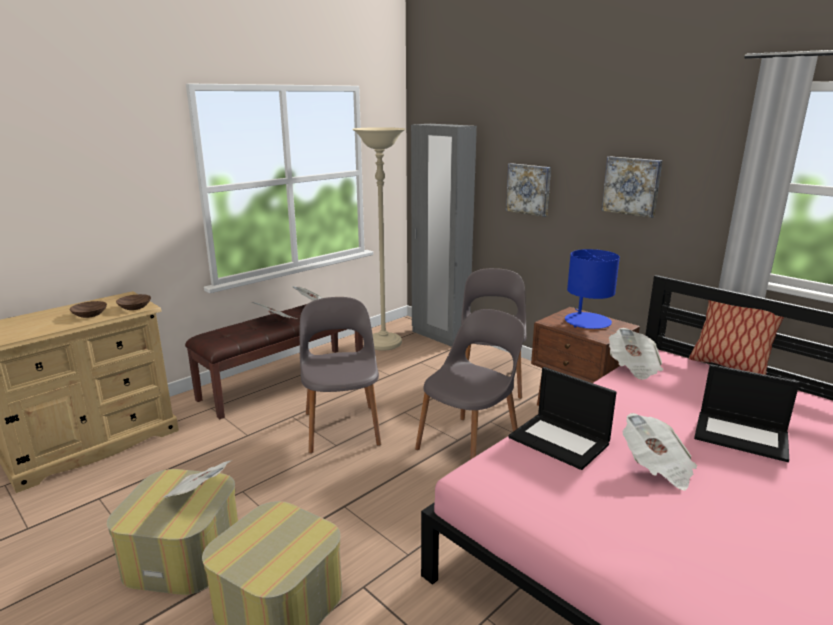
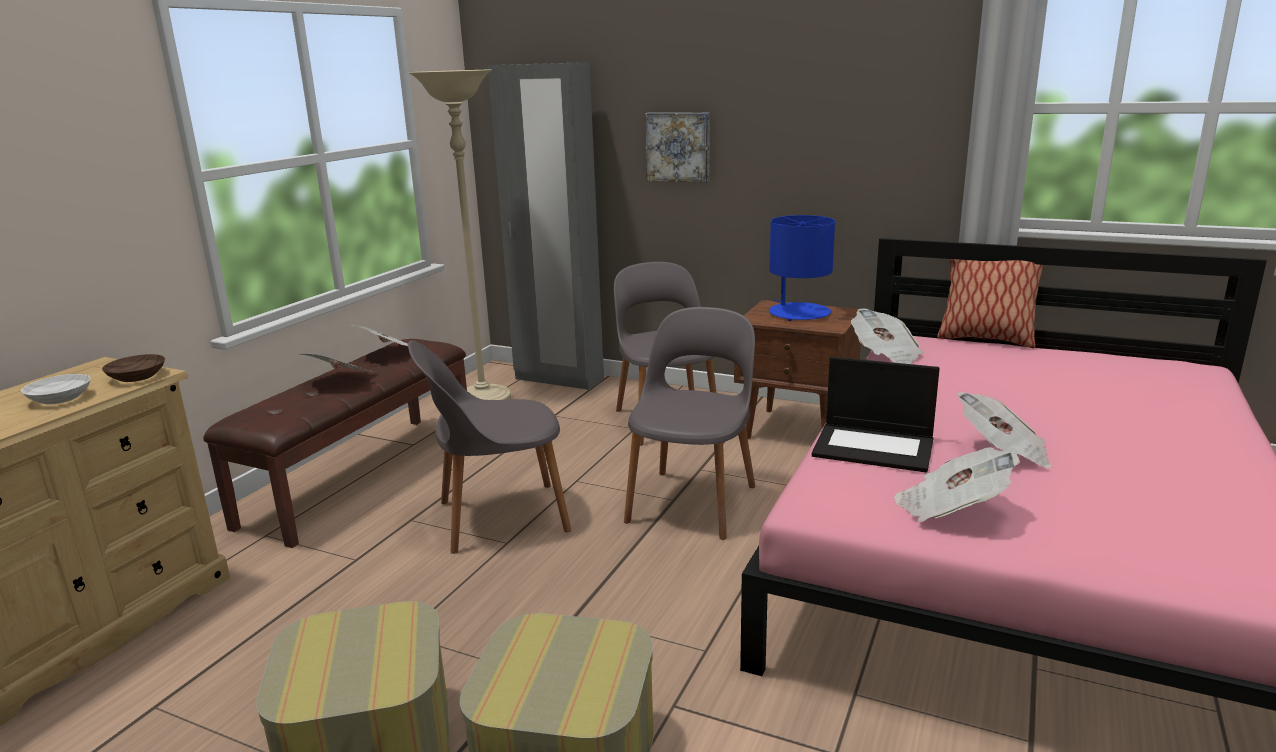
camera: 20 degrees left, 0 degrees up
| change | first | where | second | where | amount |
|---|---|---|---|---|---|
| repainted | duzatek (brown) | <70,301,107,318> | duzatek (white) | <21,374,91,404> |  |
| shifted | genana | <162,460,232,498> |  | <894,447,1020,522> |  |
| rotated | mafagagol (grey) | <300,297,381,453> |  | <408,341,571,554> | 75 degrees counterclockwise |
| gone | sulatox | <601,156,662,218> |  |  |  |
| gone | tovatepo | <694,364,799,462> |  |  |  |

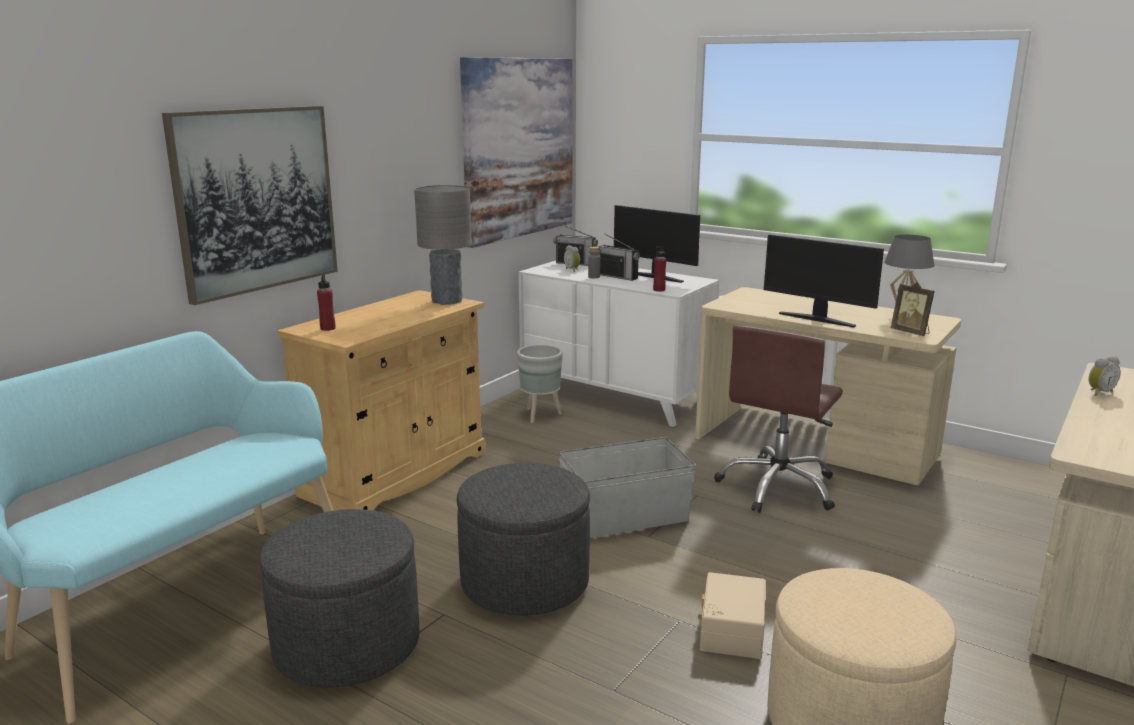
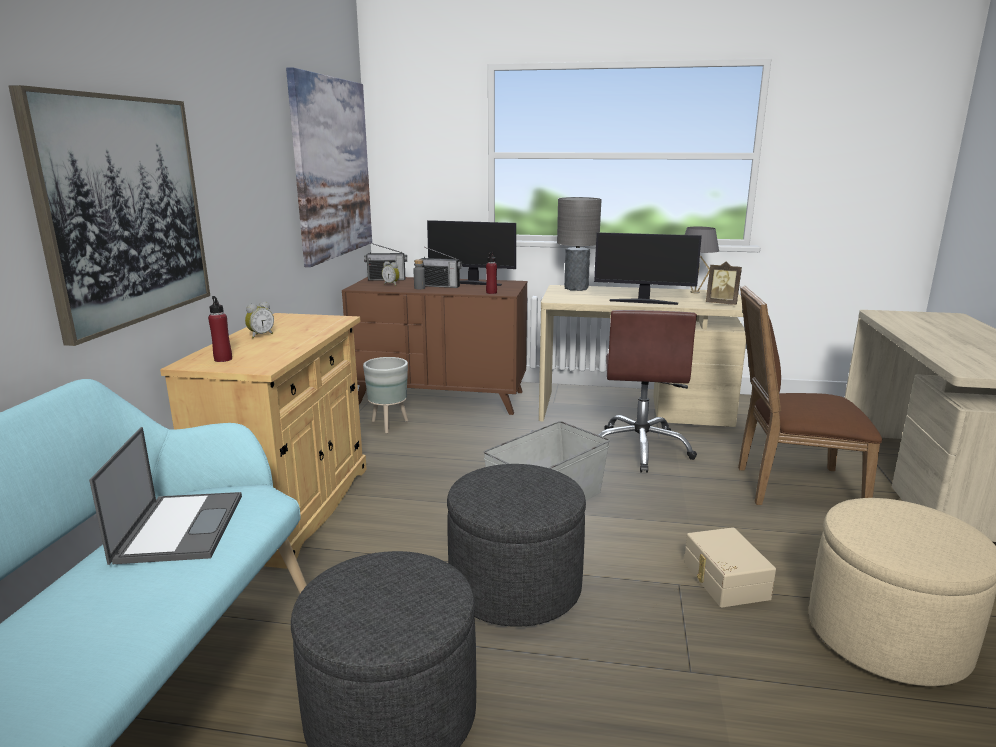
camera: 25 degrees left, 0 degrees up
| change | first | where | second | where | amount |
|---|---|---|---|---|---|
| shifted | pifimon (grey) | <414,185,471,305> |  | <557,197,602,291> |  |
| repainted | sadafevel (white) | <518,261,720,427> | sadafevel (brown) | <342,277,527,415> |  |
| shifted | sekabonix | <1089,356,1121,396> |  | <245,301,274,338> |  |
| new |  |  | tovatepo | <89,427,242,565> |  |
| new |  |  | mafagagol (brown) | <738,285,882,505> |  |

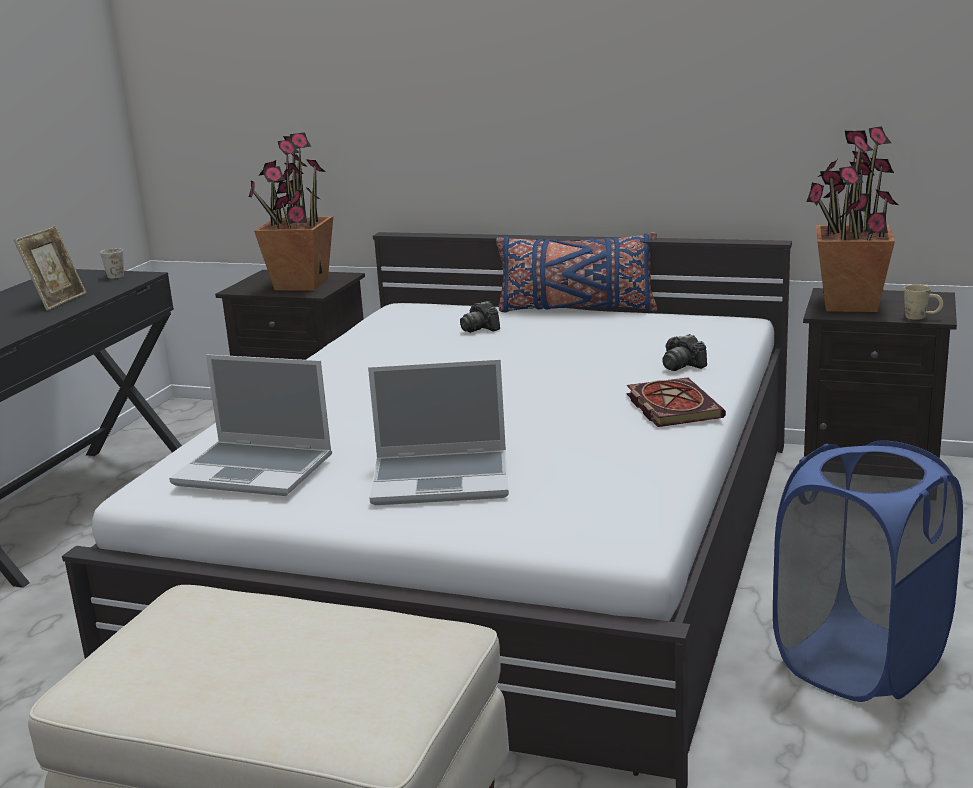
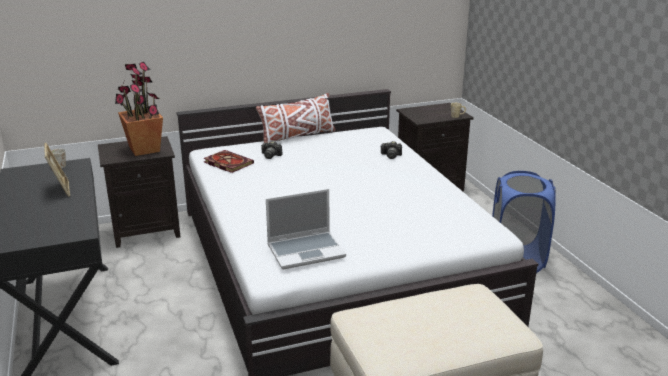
camera: 40 degrees left, 5 degrees up
| change | first | where | second | where | amount |
|---|---|---|---|---|---|
| gone | tovatepo | <368,359,509,505> |  |  |  |
| repainted | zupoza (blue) | <496,232,657,313> | zupoza (white) | <256,93,336,143> |  |
| shifted | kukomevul | <626,377,726,427> |  | <203,150,254,173> |  |
| gone | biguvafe | <806,126,898,312> |  |  |  |

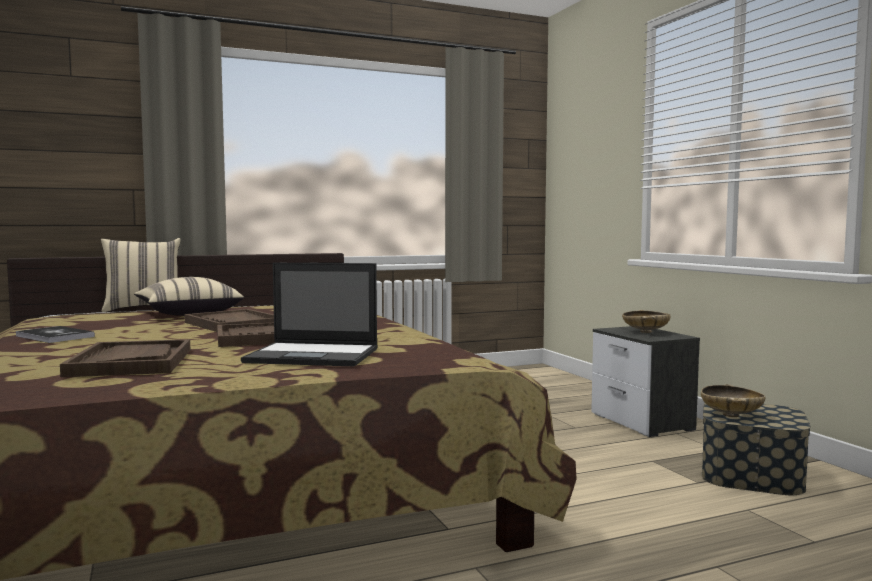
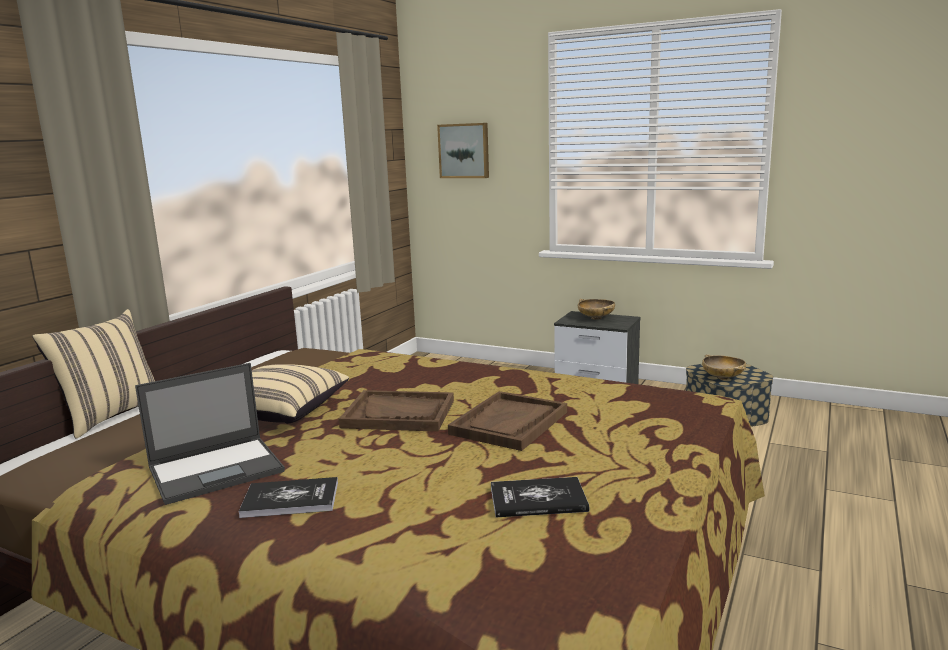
camera: 40 degrees left, 10 degrees up
| change | first | where | second | where | amount |
|---|---|---|---|---|---|
| swapped | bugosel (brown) | <60,339,190,377> | kukomevul | <491,477,589,517> |  |
| shifted | tovatepo | <241,263,378,366> |  | <135,363,285,505> |  |
| new |  |  | sulatox | <437,123,489,178> |  |

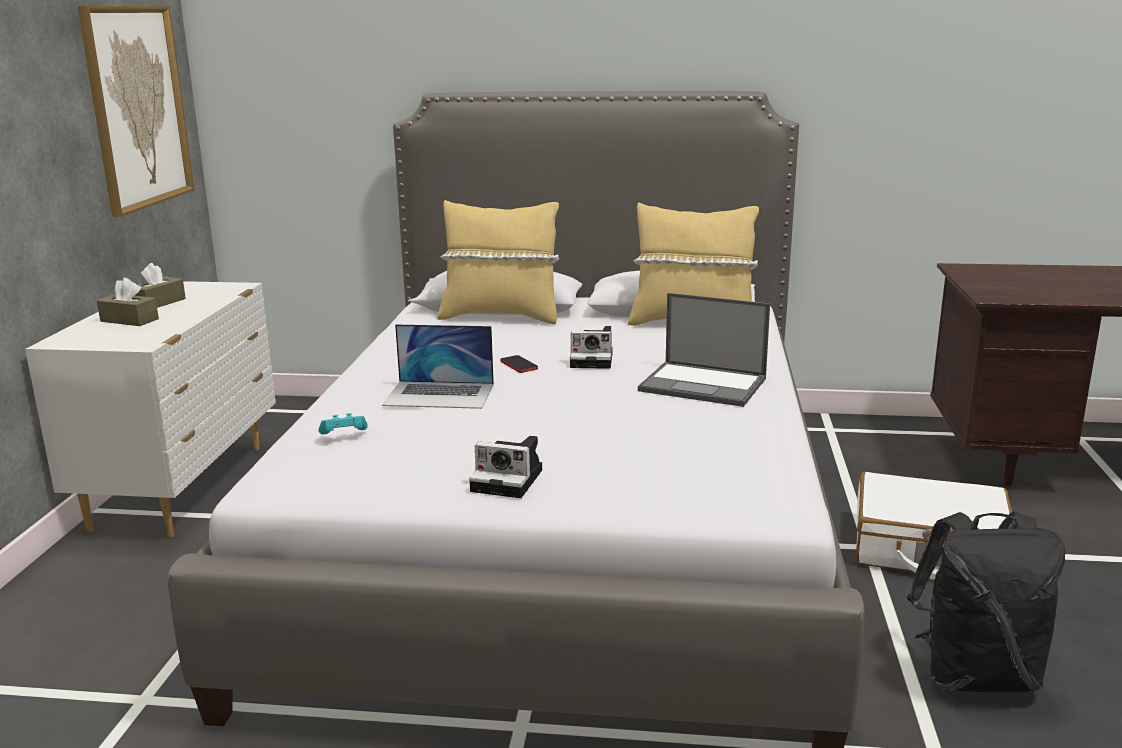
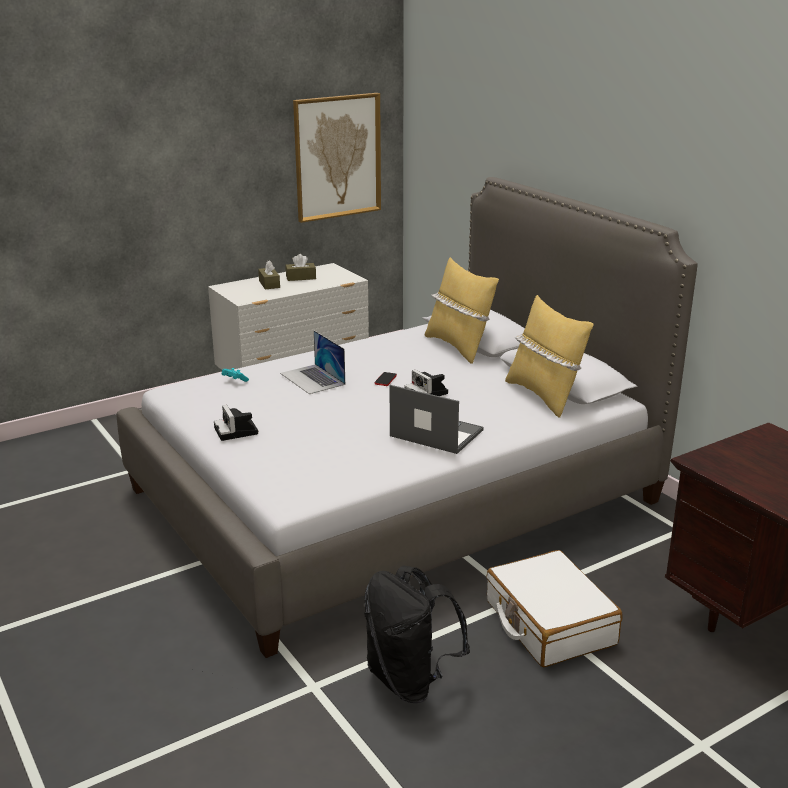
camera: 50 degrees right, 5 degrees up
| change | first | where | second | where | amount |
|---|---|---|---|---|---|
| rotated | tovatepo | <638,293,770,407> |  | <390,385,484,454> | 135 degrees clockwise |

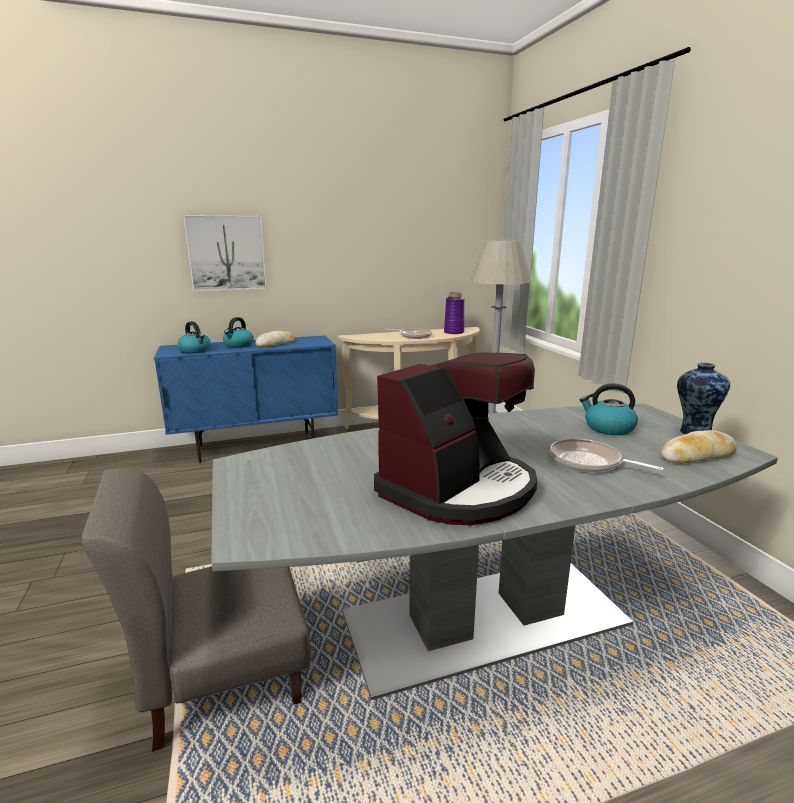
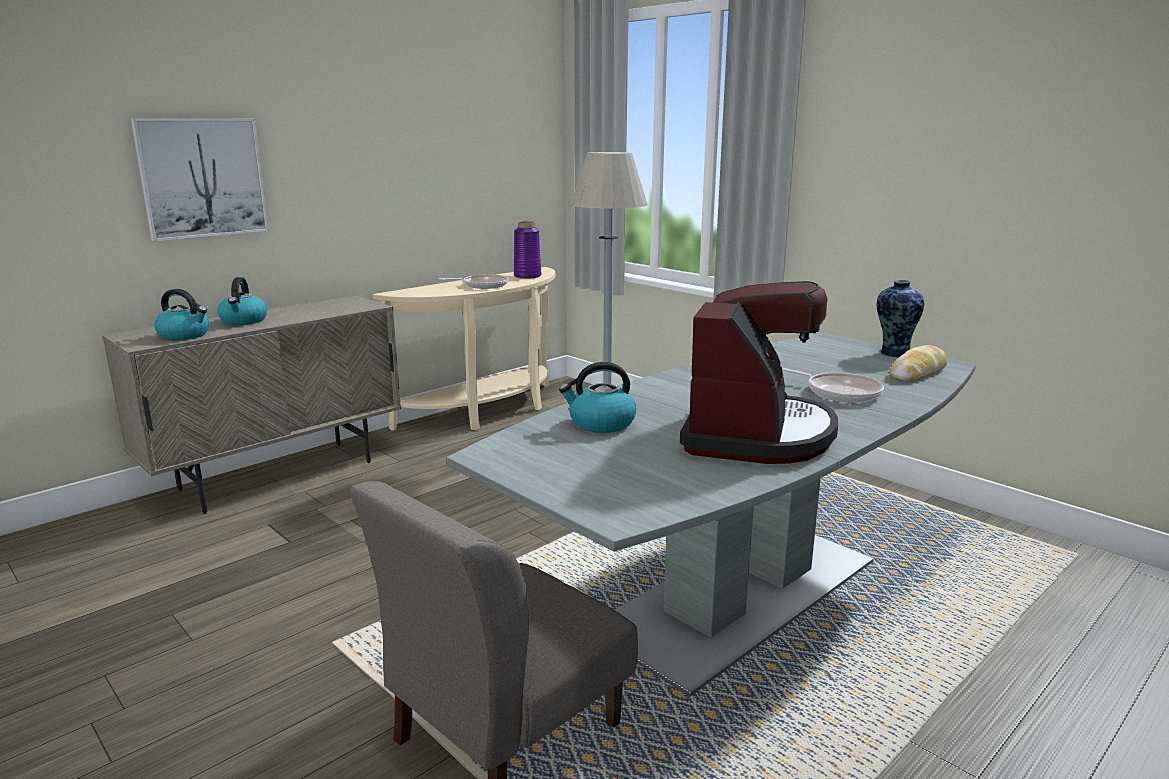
camera: 25 degrees left, 0 degrees up
| change | first | where | second | where | amount |
|---|---|---|---|---|---|
| repainted | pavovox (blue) | <154,335,338,463> | pavovox (beige) | <102,295,401,514> |  |
| gone | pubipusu | <255,330,295,347> |  |  |  |
| rotated | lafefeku | <550,438,664,473> |  | <782,367,884,403> | 150 degrees counterclockwise |
| shifted | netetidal | <580,383,638,435> |  | <559,362,636,433> |  |

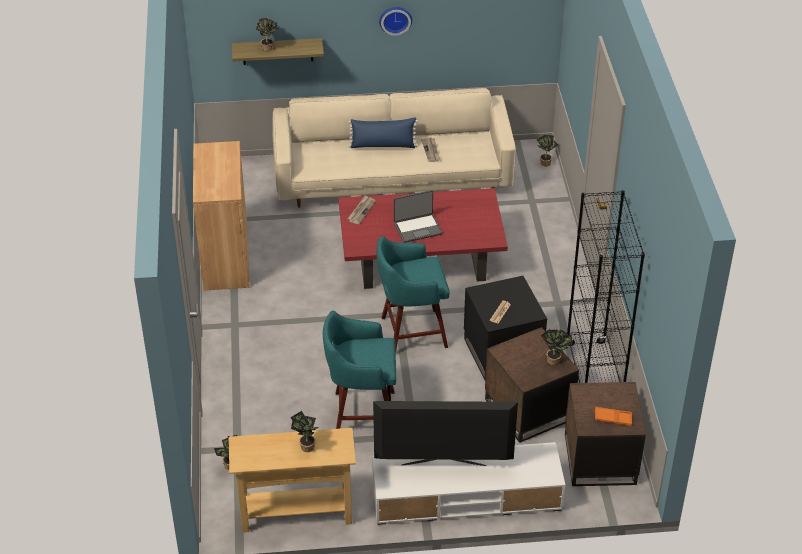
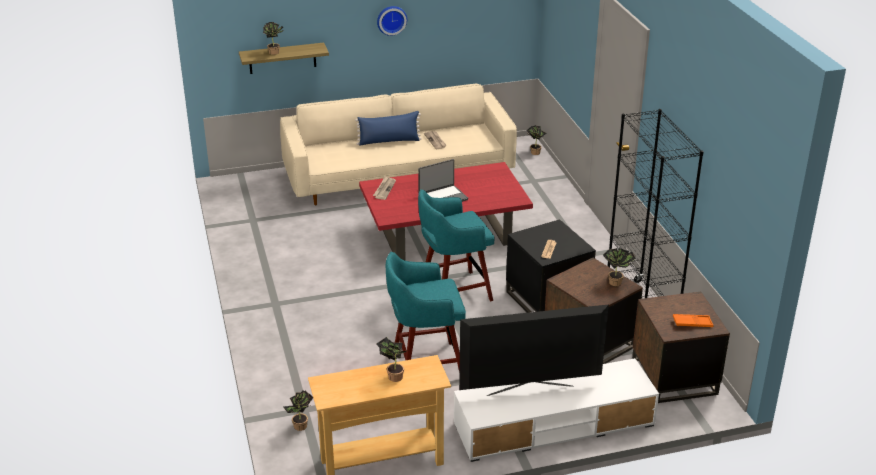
camera: 10 degrees left, 10 degrees down
| change | first | where | second | where | amount |
|---|---|---|---|---|---|
| gone | pavovox (brown) | <193,141,249,291> |  |  |  |

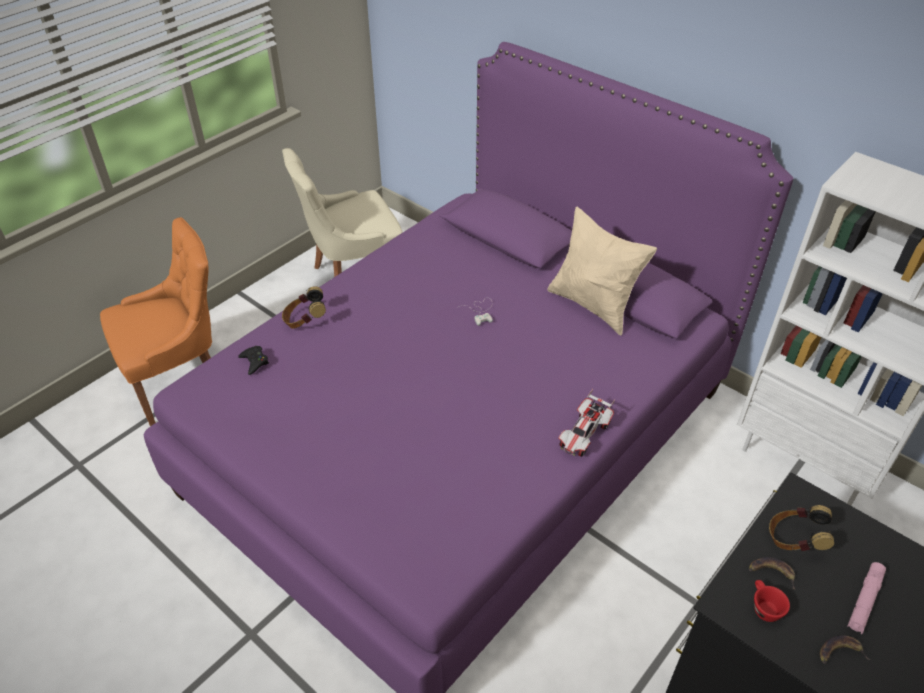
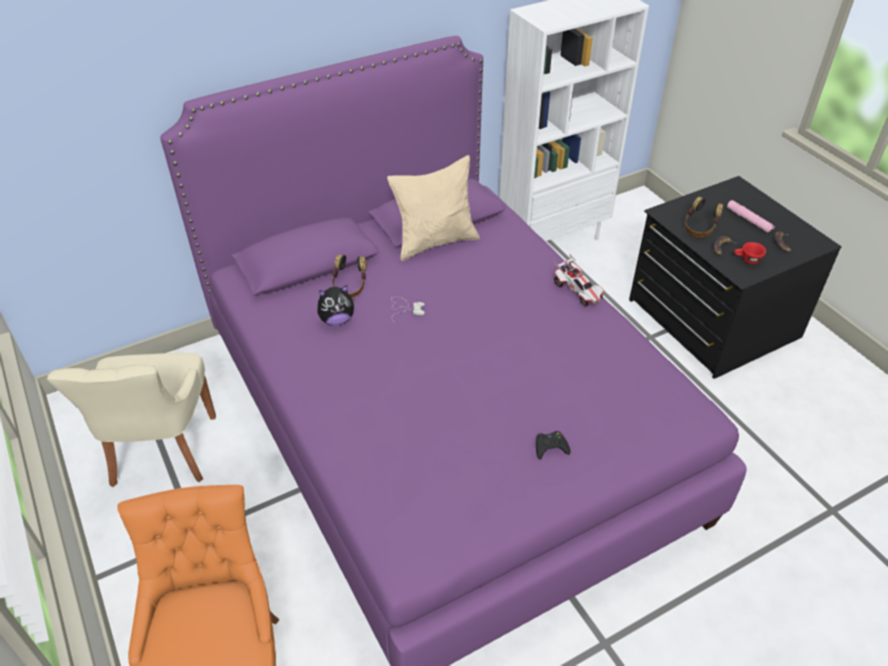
camera: 70 degrees left, 0 degrees up
| change | first | where | second | where | amount |
|---|---|---|---|---|---|
| shifted | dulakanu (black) | <238,346,269,375> |  | <536,431,570,460> |  |
| shifted | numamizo | <282,286,326,329> |  | <332,254,367,298> |  |
| new |  |  | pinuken | <317,285,355,326> |  |

